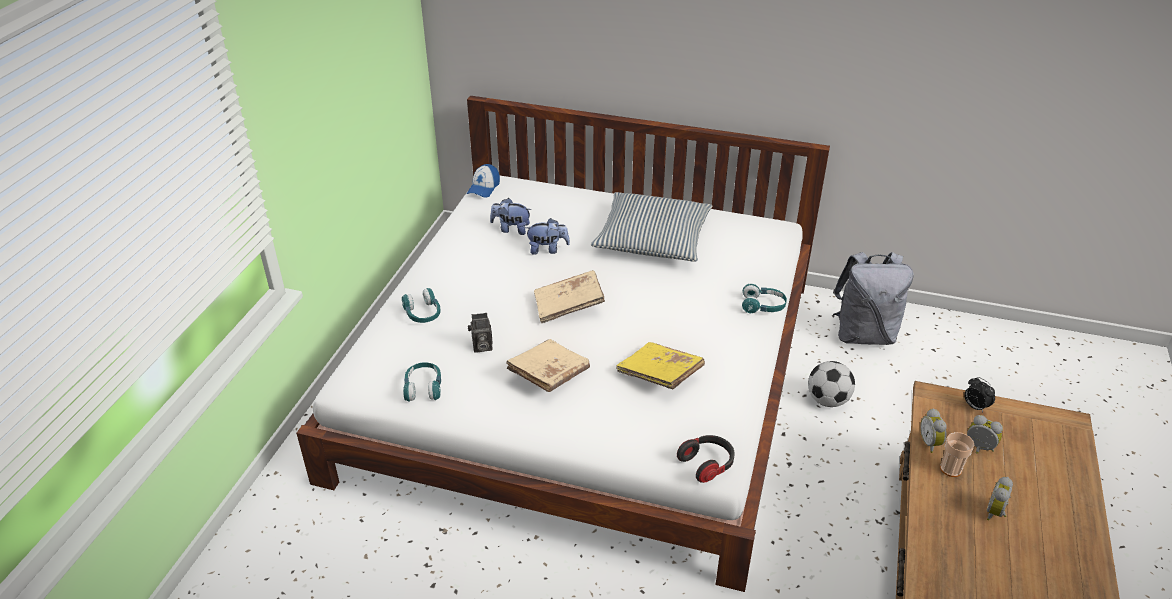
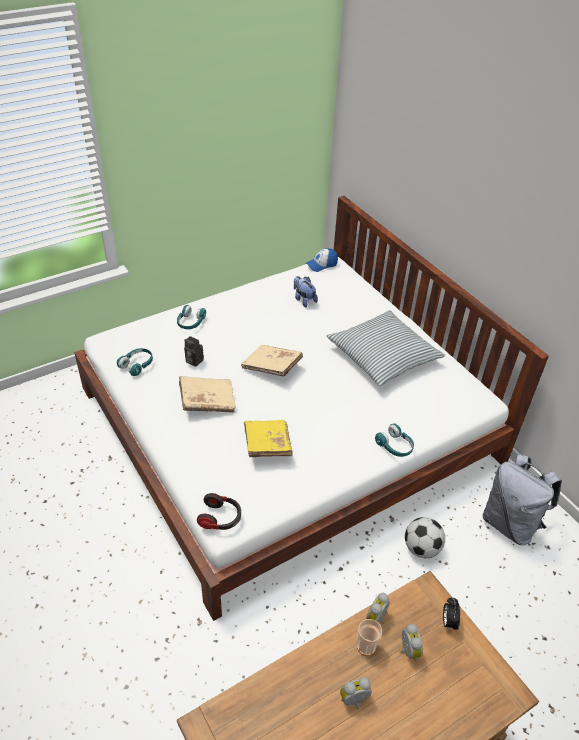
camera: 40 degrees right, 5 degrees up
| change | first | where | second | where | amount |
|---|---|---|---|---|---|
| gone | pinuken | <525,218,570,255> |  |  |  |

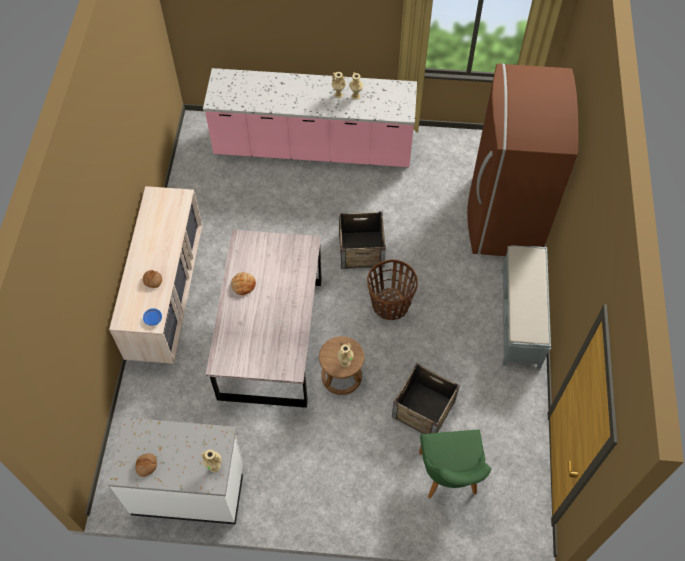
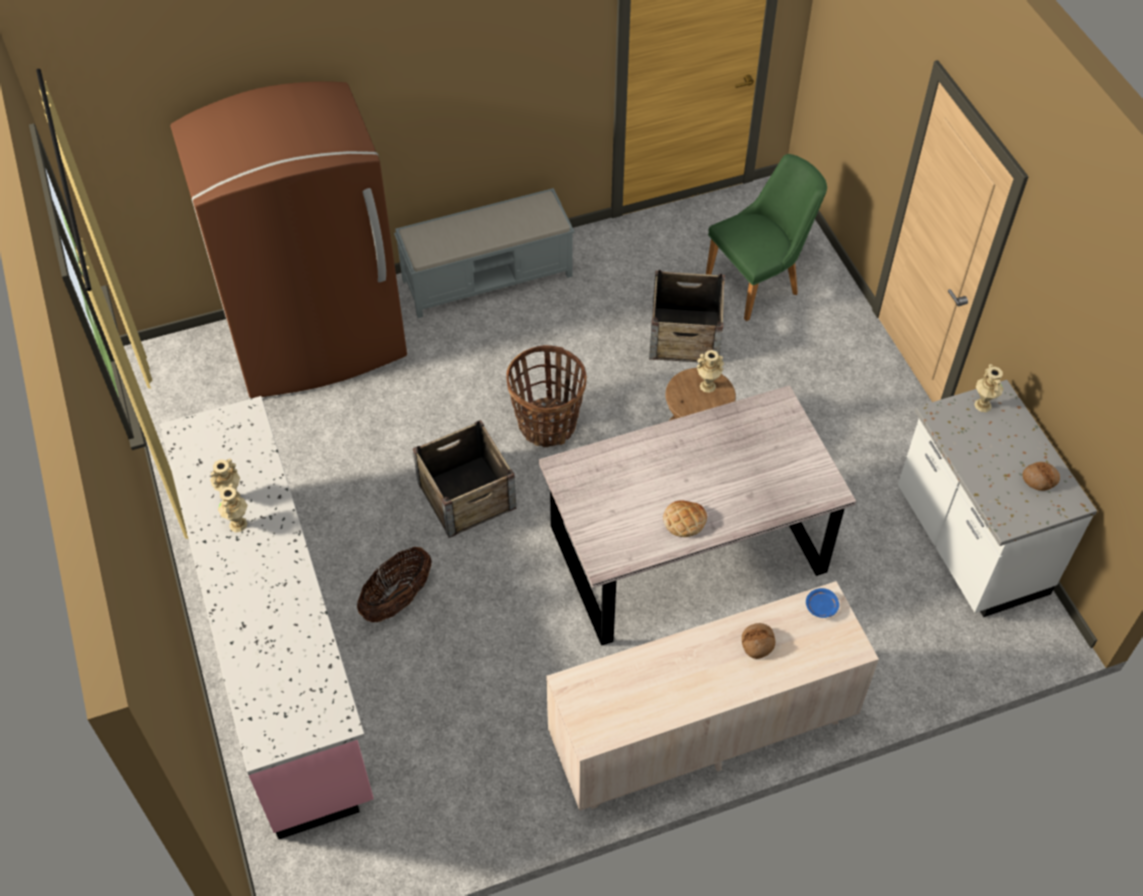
camera: 115 degrees left, 5 degrees down
| change | first | where | second | where | amount |
|---|---|---|---|---|---|
| new |  |  | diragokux | <357,547,432,622> |  |

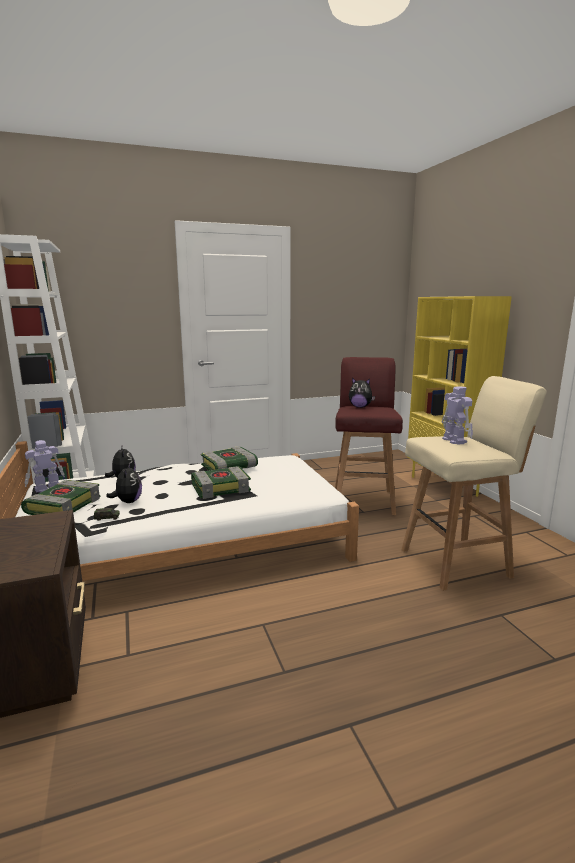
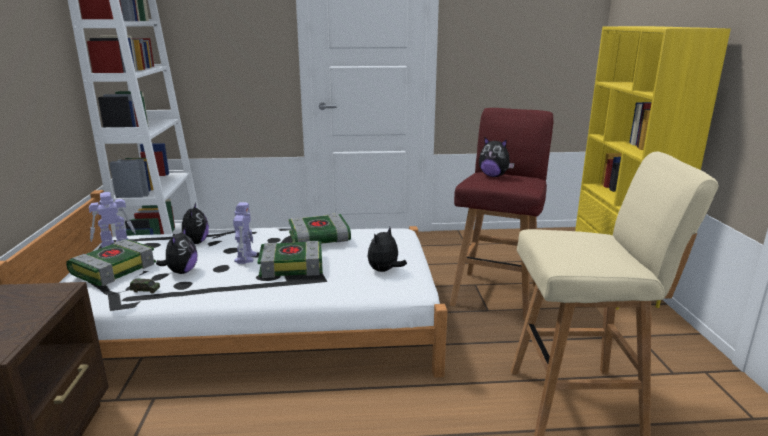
camera: 15 degrees right, 5 degrees up
| change | first | where | second | where | amount |
|---|---|---|---|---|---|
| shifted | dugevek | <441,386,473,445> |  | <233,202,257,264> |  |
| new |  |  | pinuken | <367,227,407,272> |  |

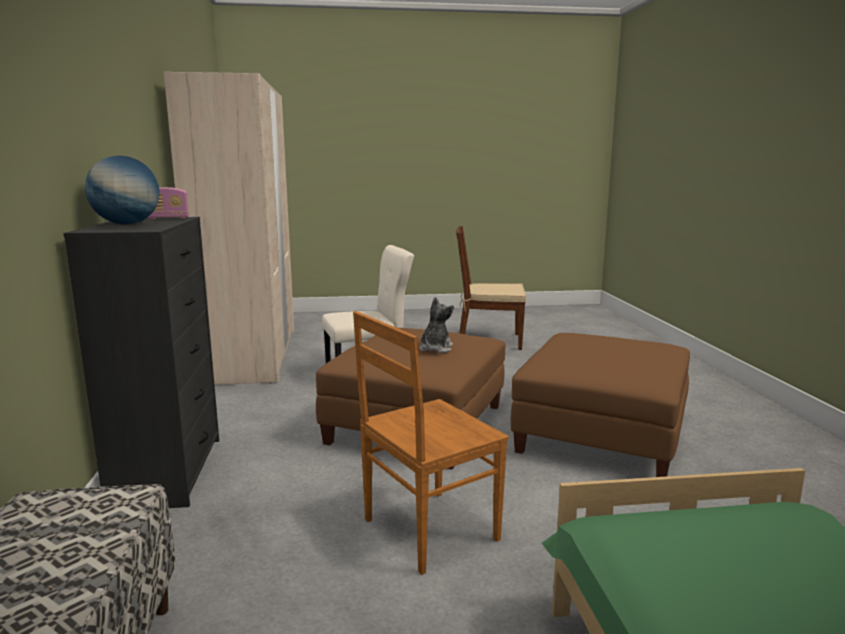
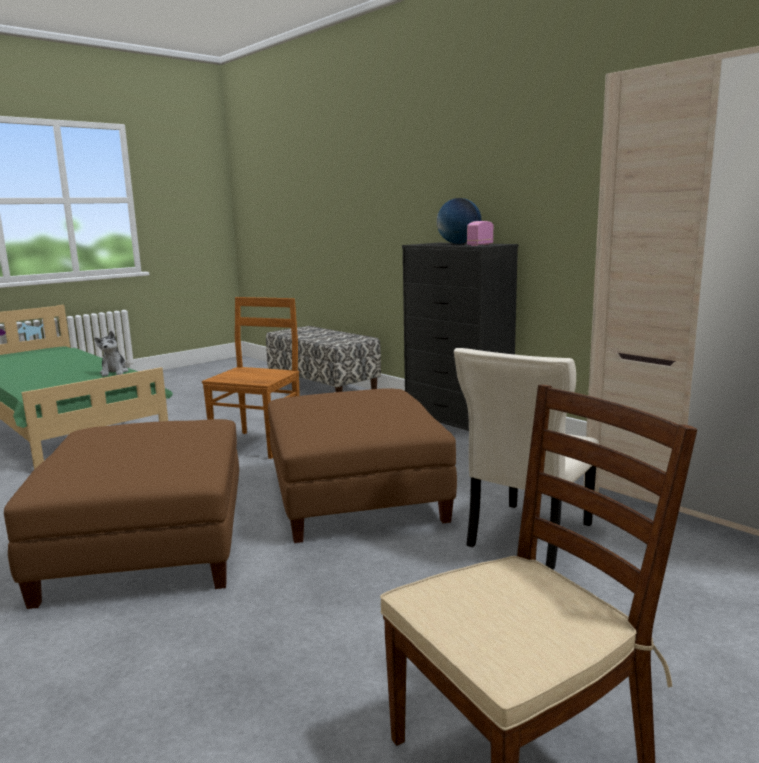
camera: 145 degrees right, 0 degrees up
| change | first | where | second | where | amount |
|---|---|---|---|---|---|
| shifted | pinuken | <419,297,454,353> |  | <94,331,129,376> |  |

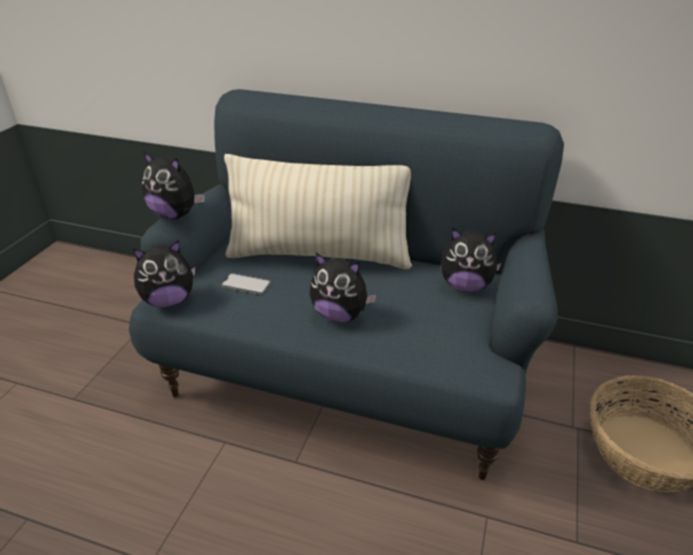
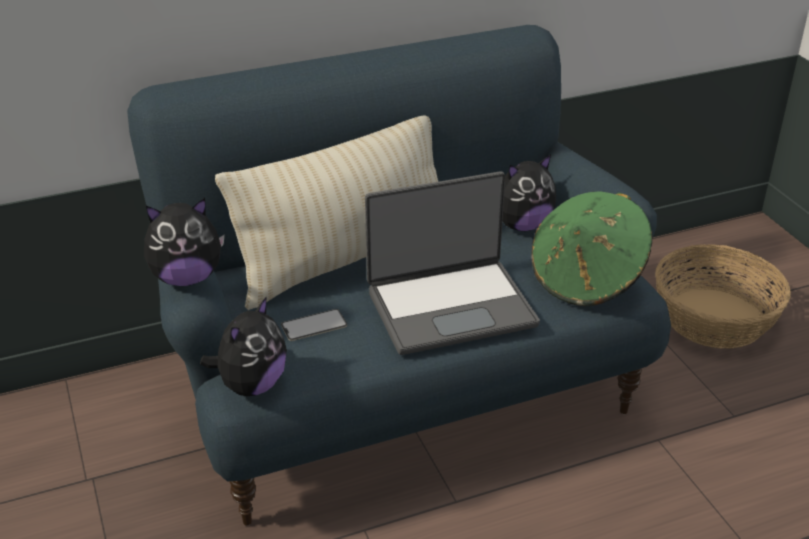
camera: 40 degrees left, 0 degrees up
| change | first | where | second | where | amount |
|---|---|---|---|---|---|
| swapped | pinuken | <309,253,377,322> | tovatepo | <365,171,540,355> |  |
| new |  |  | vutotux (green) | <531,191,652,307> |  |

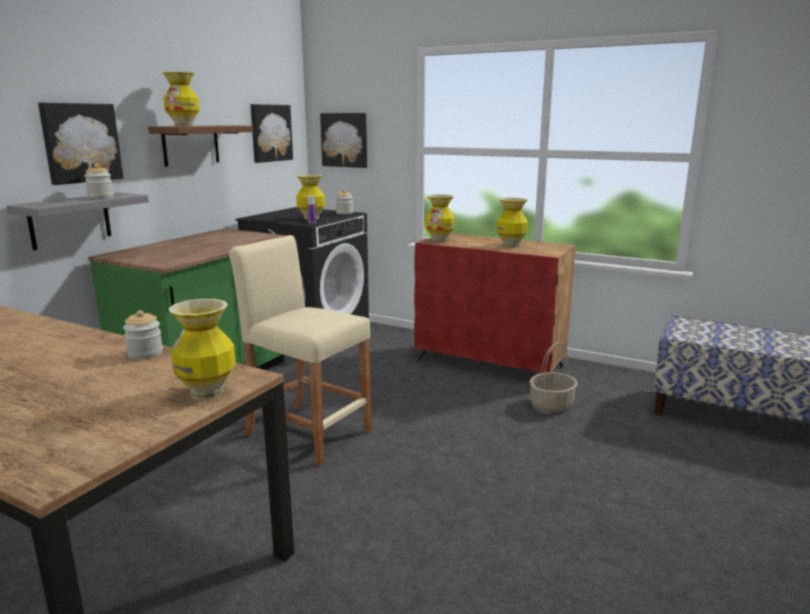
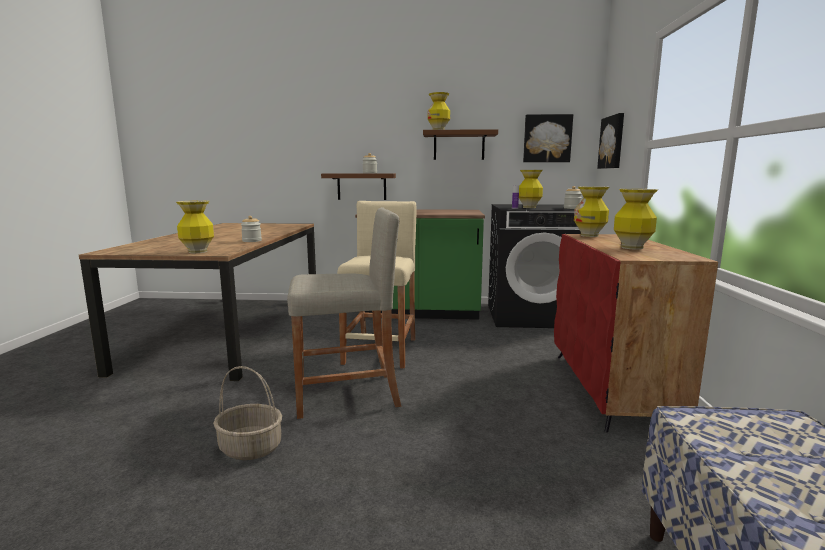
camera: 65 degrees right, 5 degrees down
| change | first | where | second | where | amount |
|---|---|---|---|---|---|
| repainted | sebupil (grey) | <6,192,149,250> | sebupil (brown) | <321,174,396,200> |  |
| gone | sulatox | <38,103,123,185> |  |  |  |
| shifted | diragokux | <529,342,578,412> |  | <213,366,282,460> |  |
| new |  |  | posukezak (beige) | <287,207,402,419> |  |

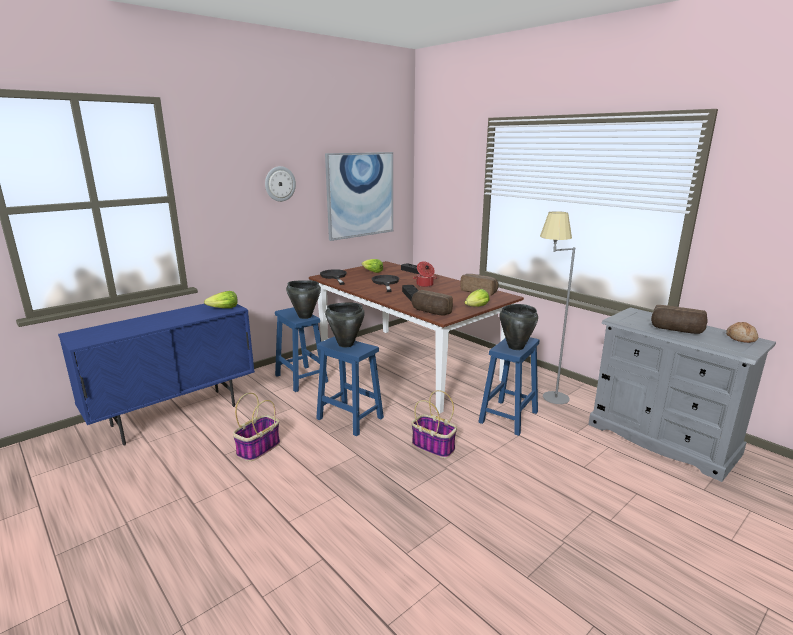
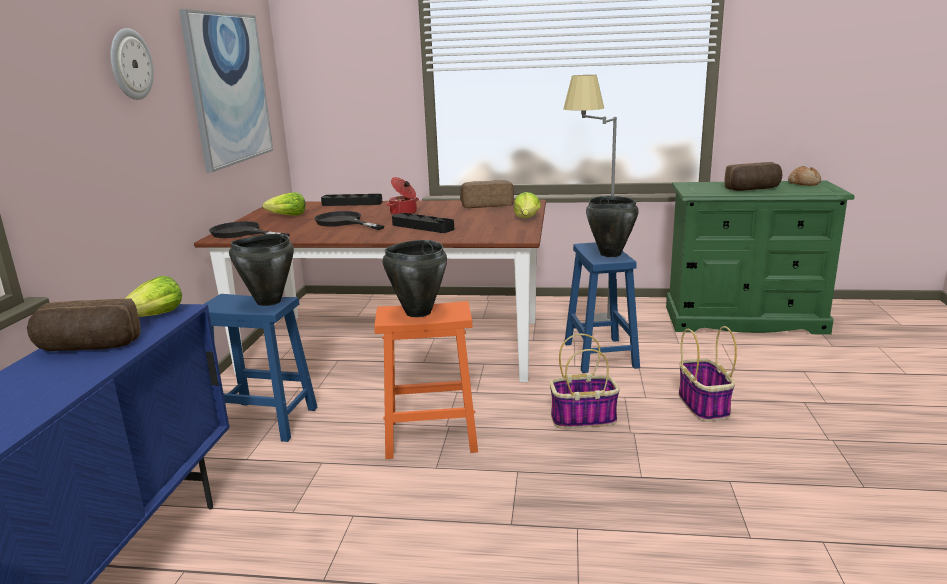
camera: 40 degrees left, 0 degrees up
| change | first | where | second | where | amount |
|---|---|---|---|---|---|
| shifted | diragokux | <233,393,280,461> |  | <679,326,737,421> |  |
| repainted | posukezak (blue) | <316,336,384,436> | posukezak (orange) | <374,301,478,459> |  |
| shifted | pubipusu | <412,290,453,315> |  | <27,299,140,351> |  |
| repainted | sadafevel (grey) | <588,307,776,482> | sadafevel (green) | <666,181,854,335> |  |

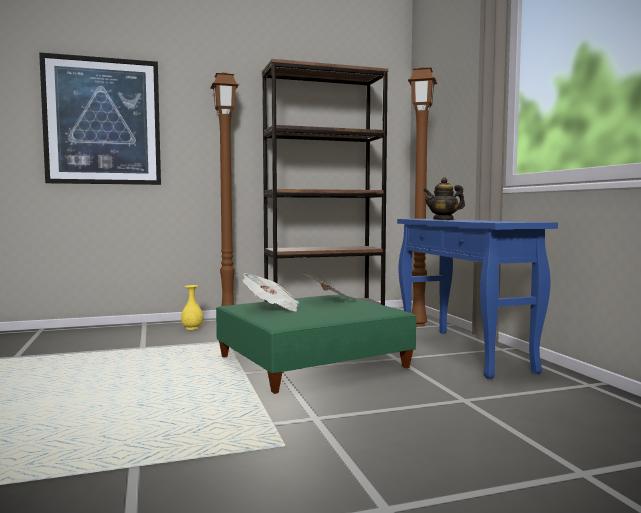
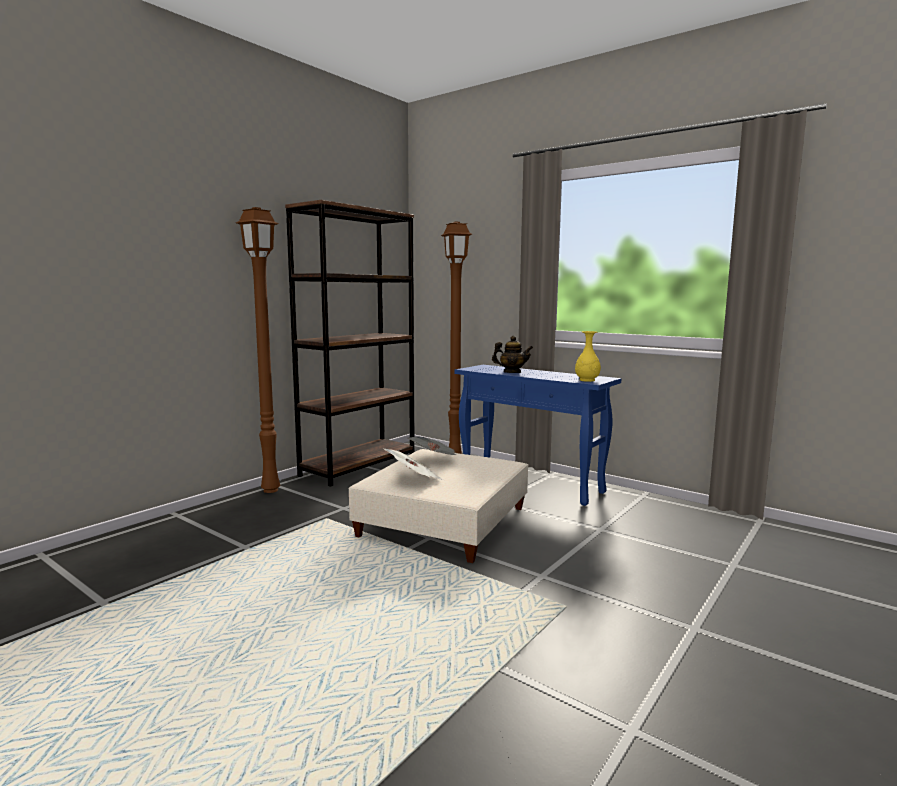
camera: 35 degrees left, 5 degrees up
| change | first | where | second | where | amount |
|---|---|---|---|---|---|
| gone | sulatox | <39,52,161,185> |  |  |  |
| shifted | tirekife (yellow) | <181,285,203,330> |  | <575,331,601,382> |  |
| repainted | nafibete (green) | <216,295,417,394> | nafibete (beige) | <348,449,528,563> |  |
| rotated | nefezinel | <423,177,465,220> |  | <492,336,533,373> | 120 degrees counterclockwise |

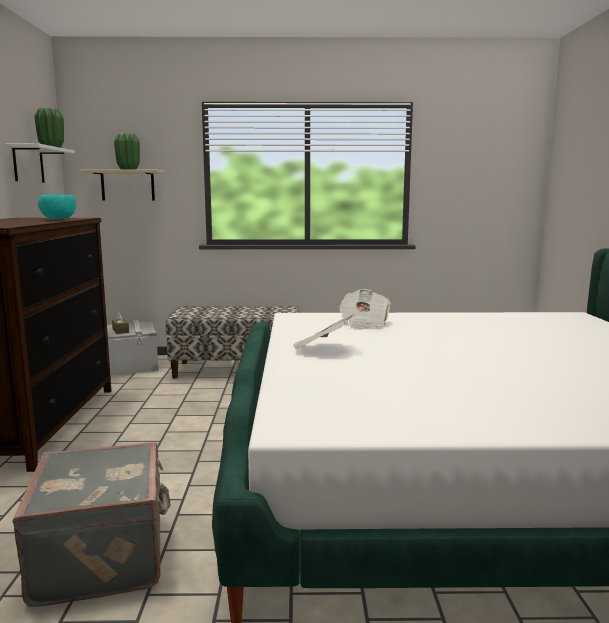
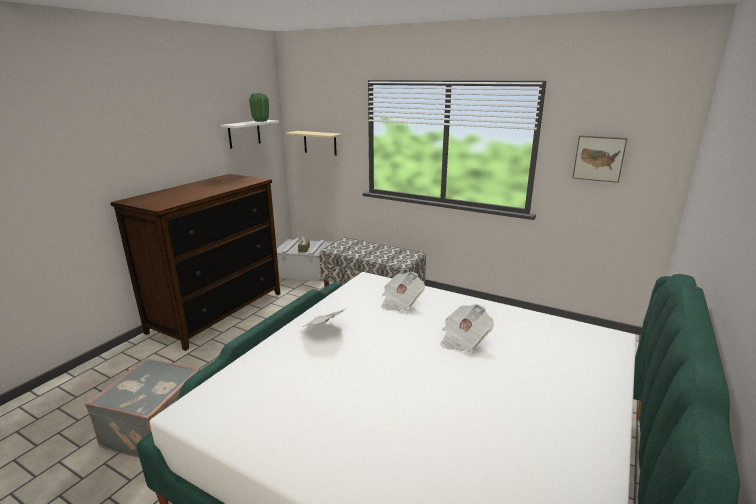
camera: 30 degrees right, 10 degrees up
| change | first | where | second | where | amount |
|---|---|---|---|---|---|
| gone | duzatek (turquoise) | <38,195,76,220> |  |  |  |
| gone | tirekife (green) | <114,133,140,170> |  |  |  |
| new |  |  | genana | <440,304,494,352> |  |
| new |  |  | sulatox | <572,135,627,183> |  |

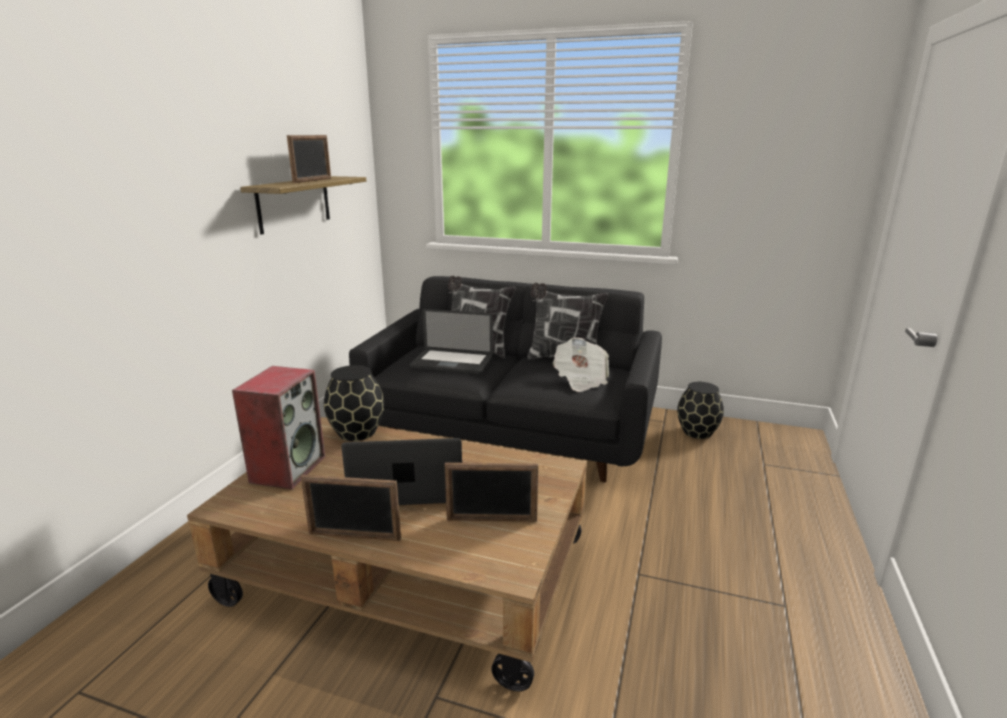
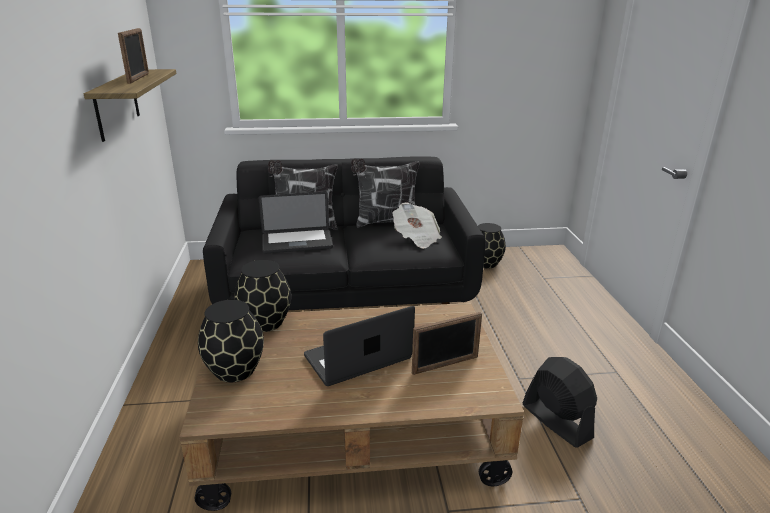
camera: 25 degrees left, 5 degrees up
| change | first | where | second | where | amount |
|---|---|---|---|---|---|
| swapped | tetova | <232,366,325,490> | tirekife (black) | <198,300,264,383> |  |
| gone | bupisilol | <301,475,401,541> |  |  |  |
| new |  |  | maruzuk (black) | <522,357,597,448> |  |

